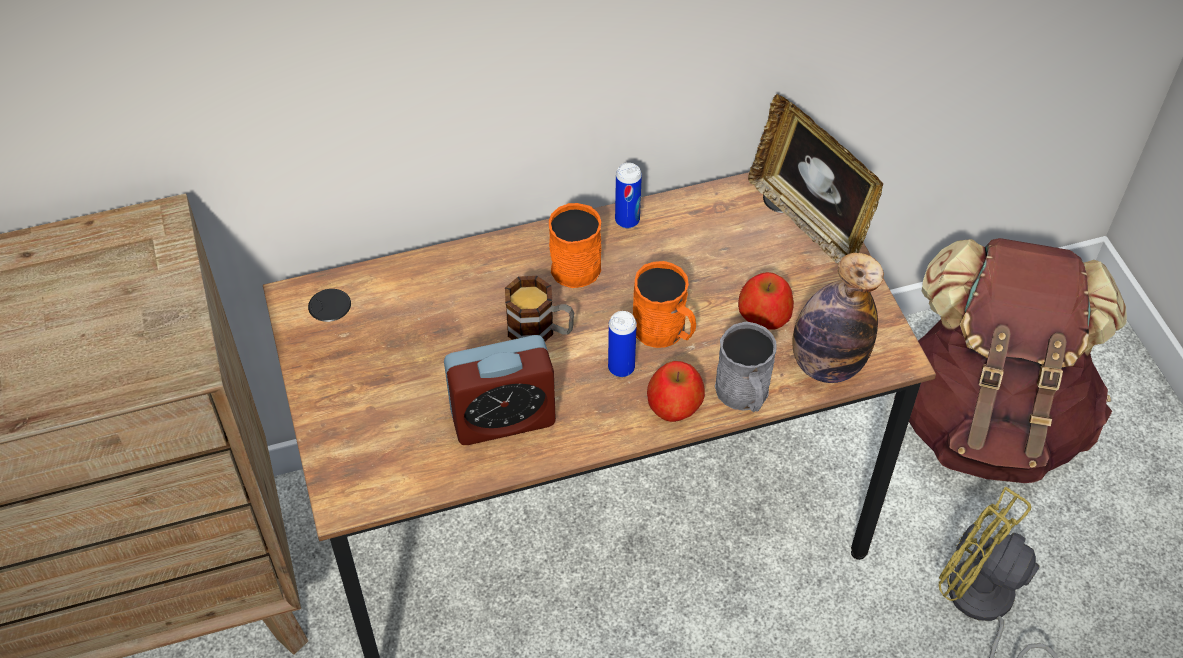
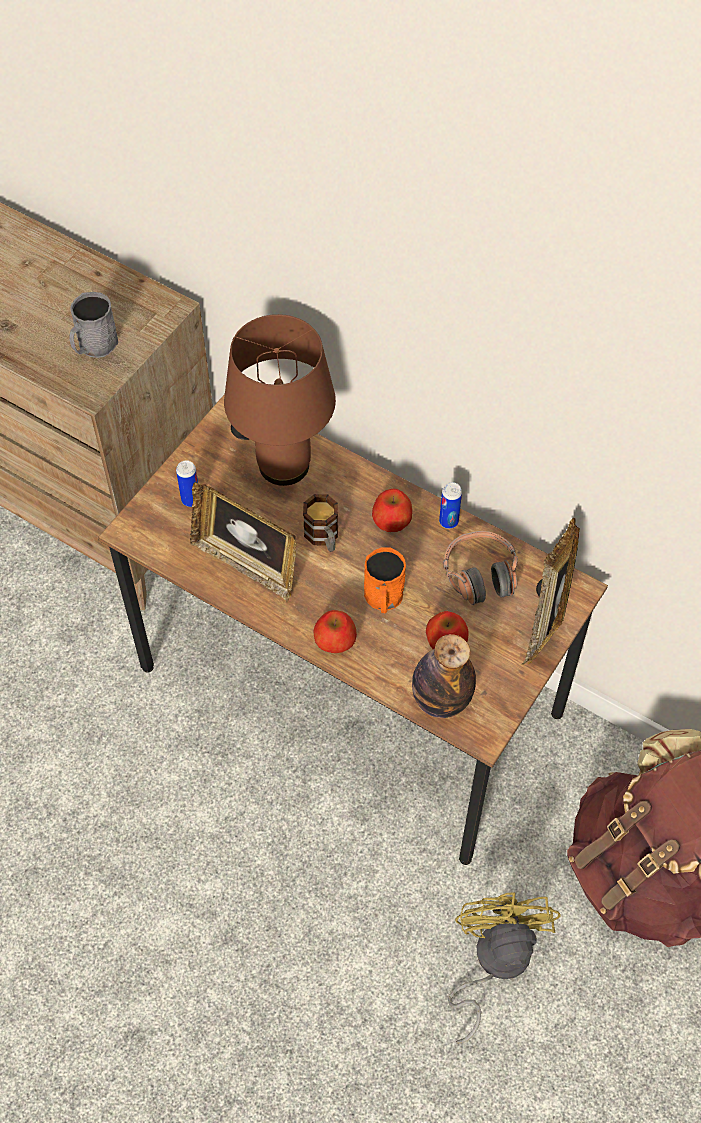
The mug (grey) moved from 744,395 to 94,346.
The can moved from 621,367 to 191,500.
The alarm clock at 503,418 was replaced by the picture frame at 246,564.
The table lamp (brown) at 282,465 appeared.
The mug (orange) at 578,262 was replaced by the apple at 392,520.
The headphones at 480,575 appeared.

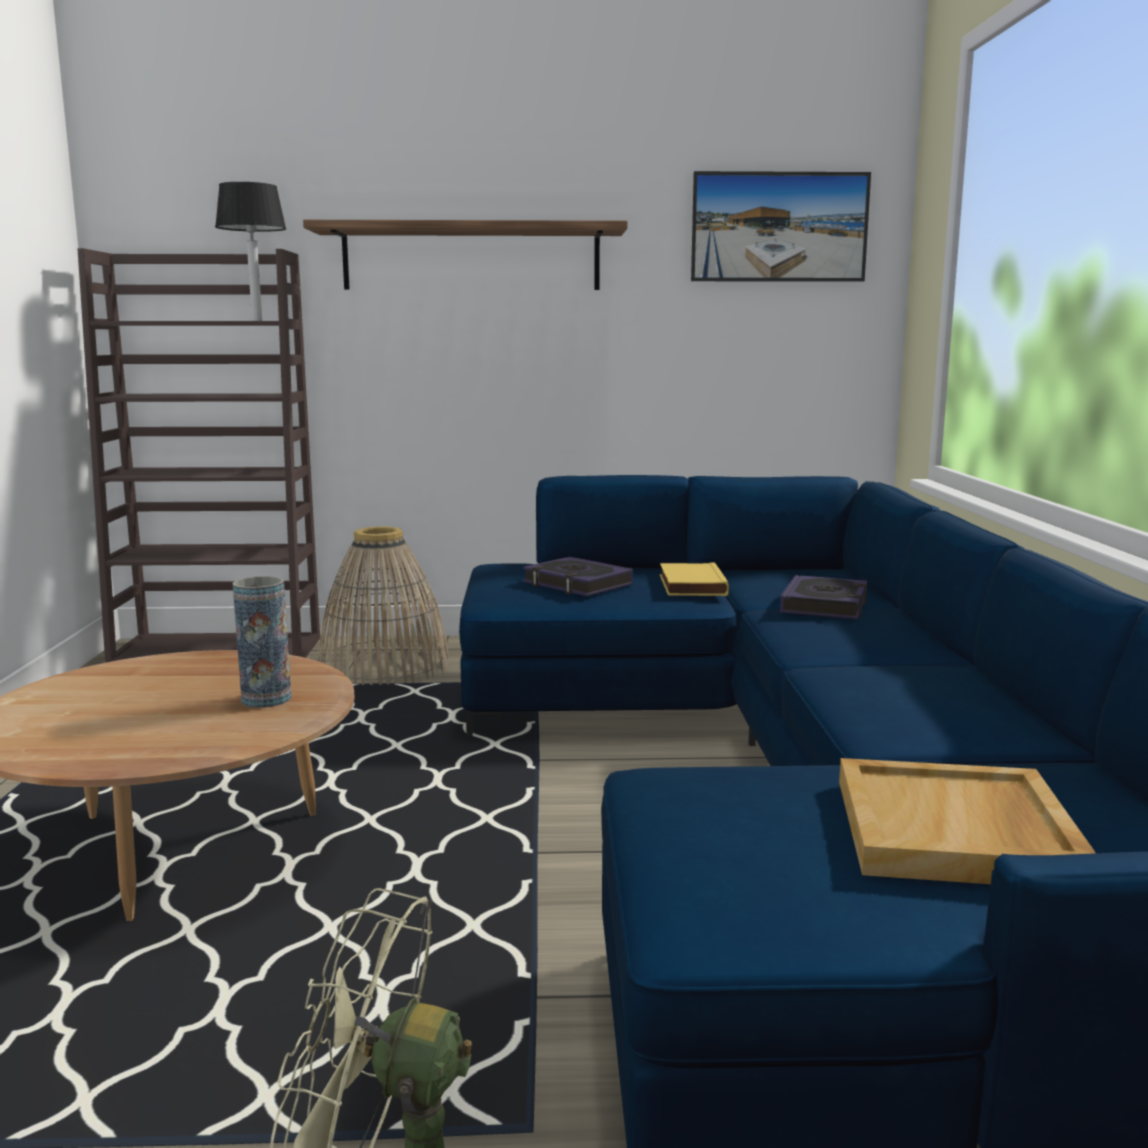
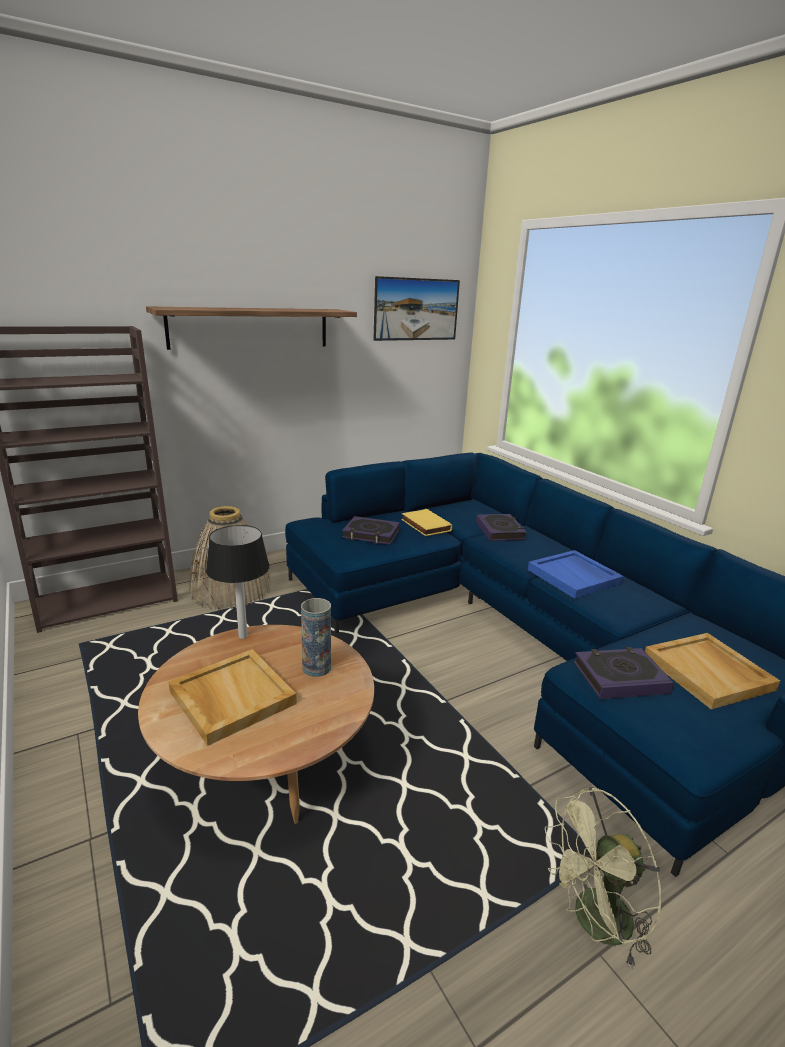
The tray (beige) at 231,697 appeared.
The table lamp moved from 256,321 to 242,636.
The tray (blue) at 574,577 appeared.
The book at 620,678 appeared.

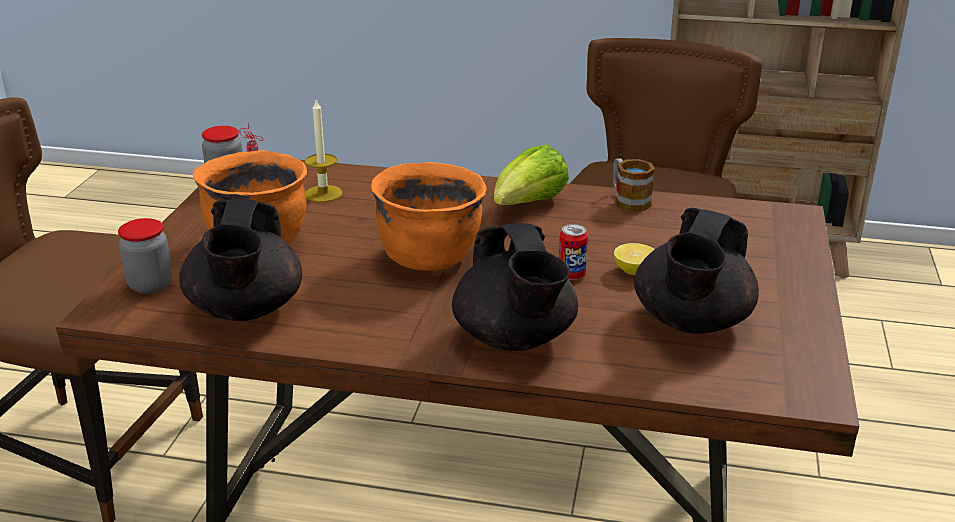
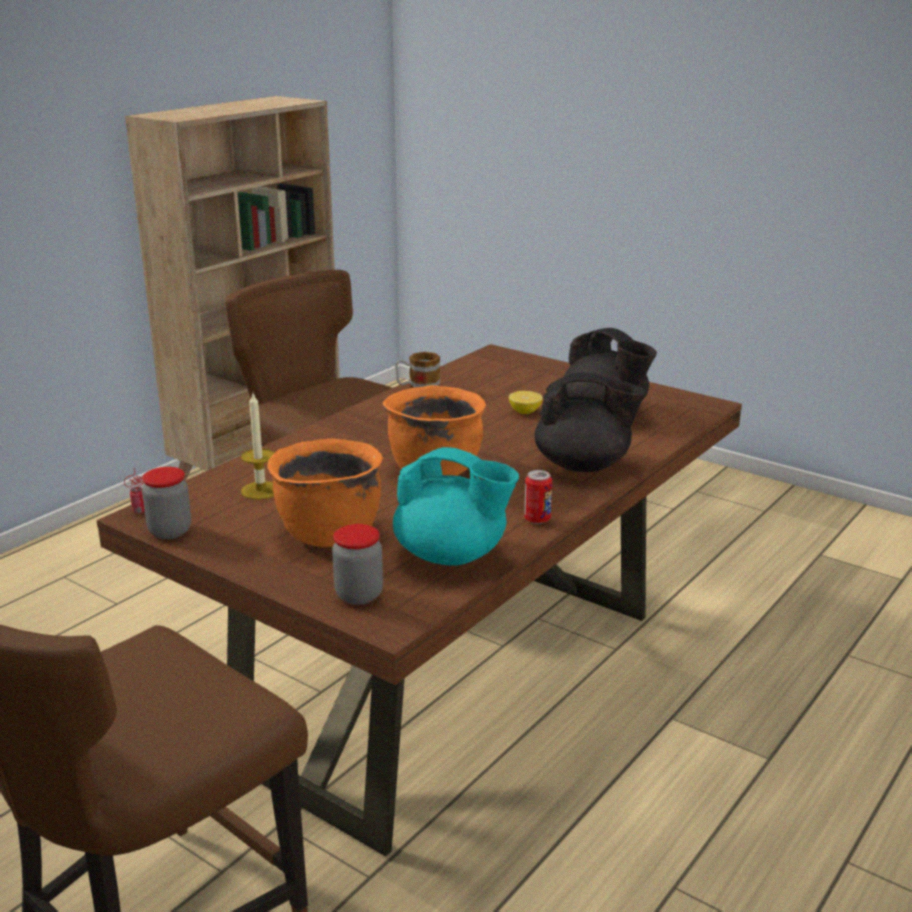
The teapot (black) at 245,310 became the teapot (turquoise) at 452,555.
The can moved from 571,275 to 537,519.
The lettuce at 528,205 disappeared.

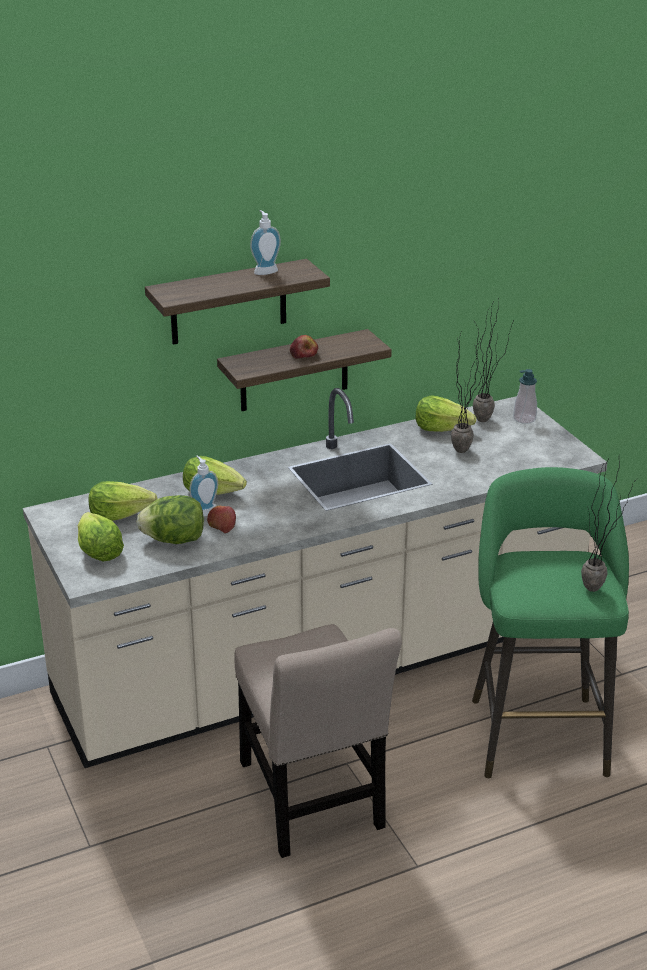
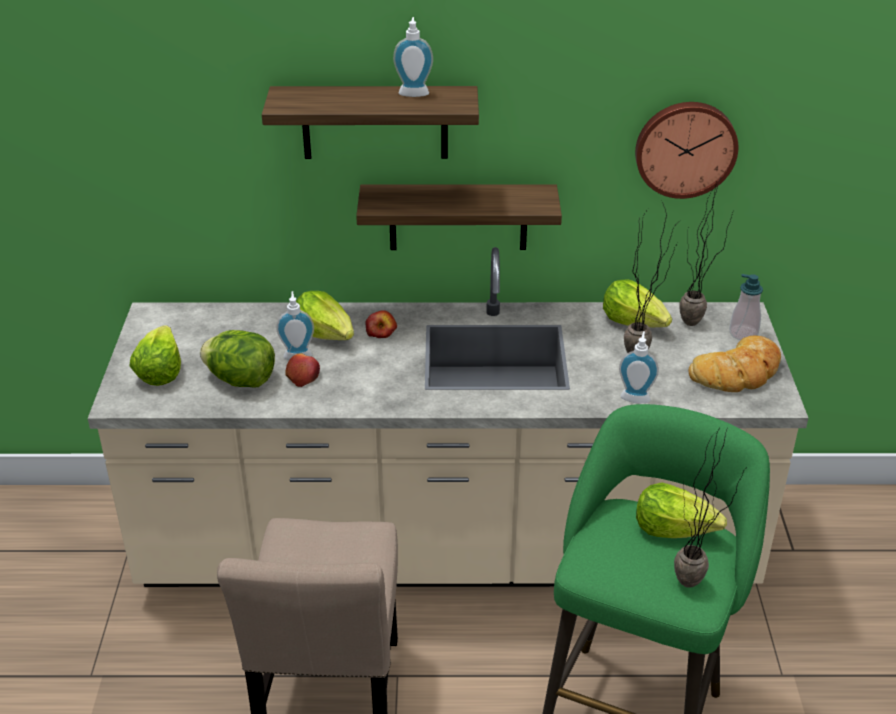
The apple moved from 304,355 to 381,332.
The soap dispenser at 635,396 appeared.
The wall clock at 685,148 appeared.
The lettuce moved from 120,515 to 674,528.
The bread at 738,372 appeared.

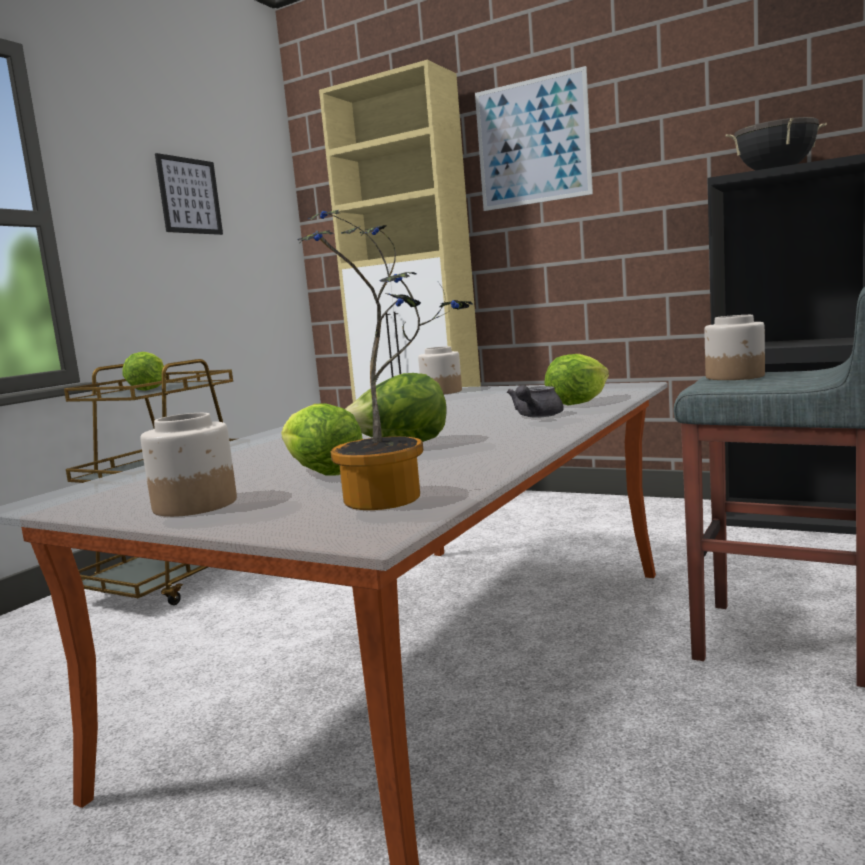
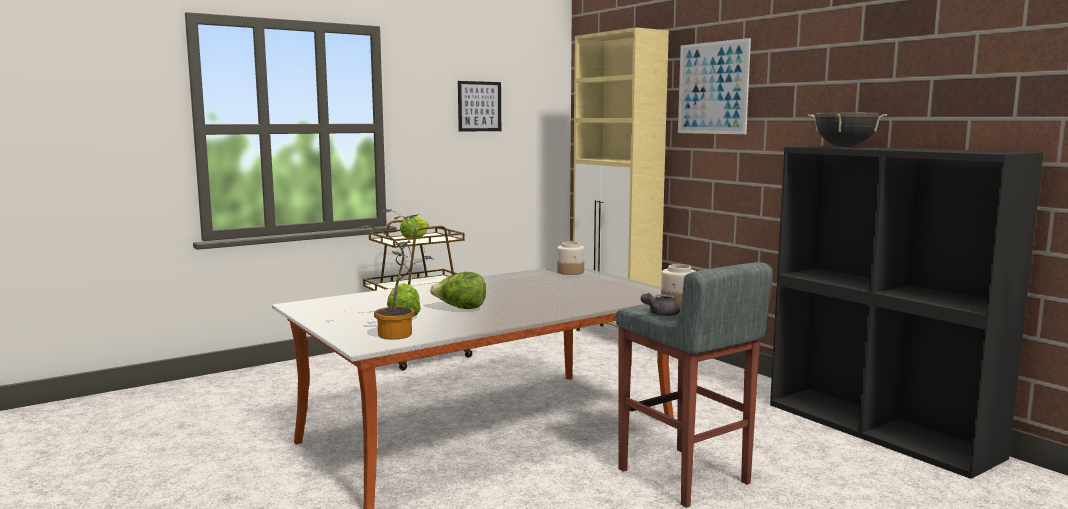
The teapot (grey) moved from 536,416 to 660,314.
The jar at 194,505 disappeared.
The lettuce at 578,403 disappeared.

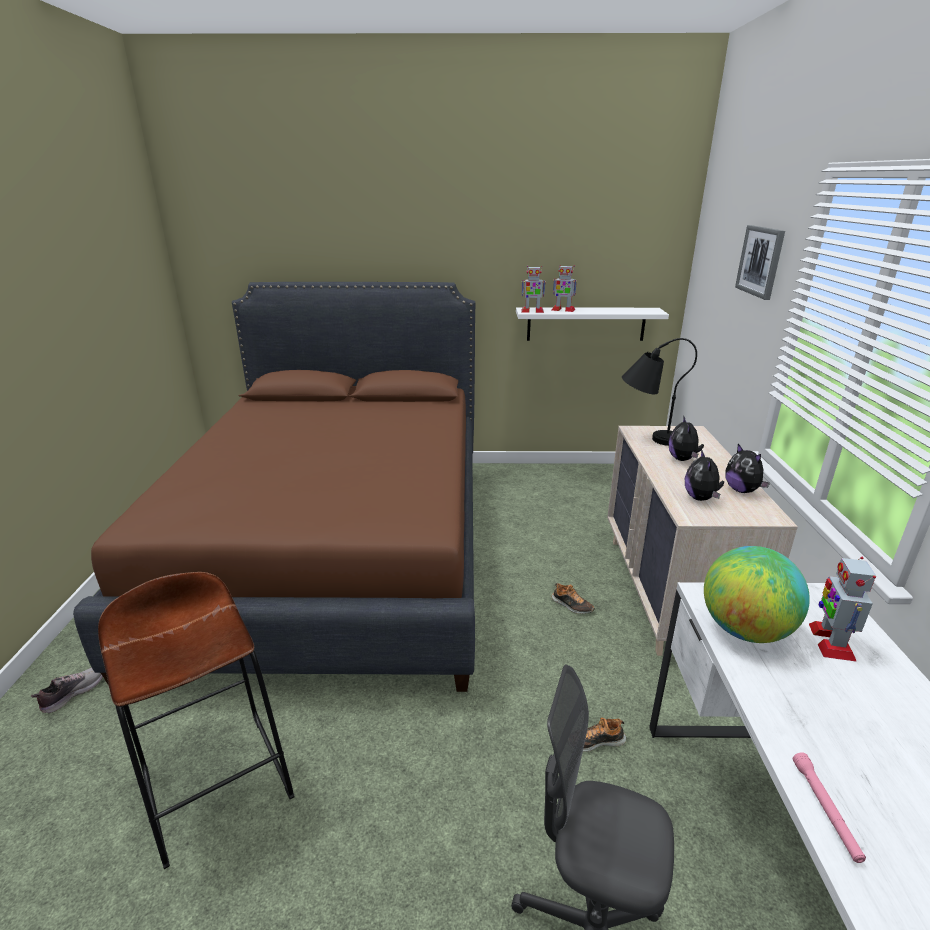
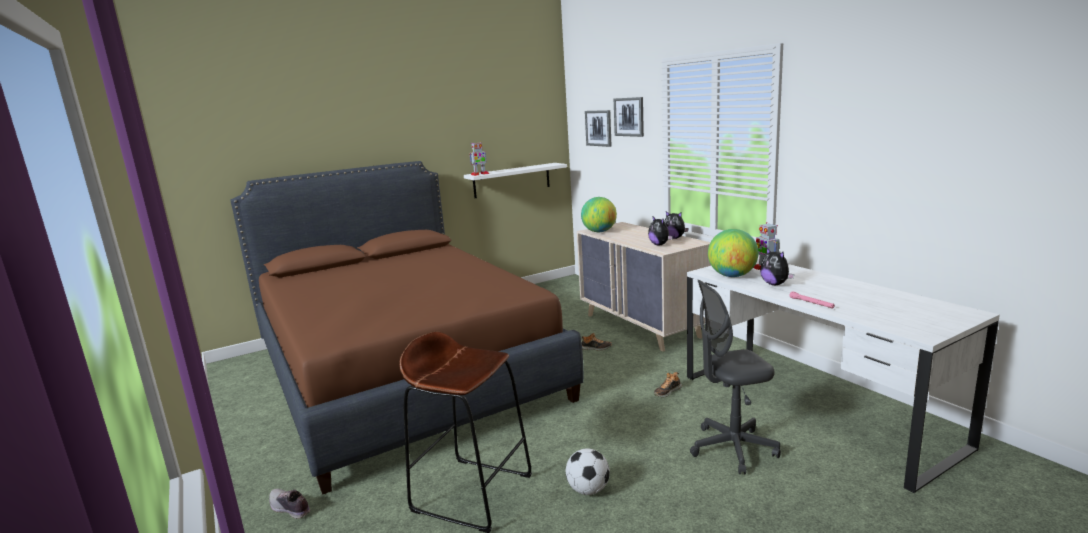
The shoe at 73,692 turned 60 degrees counterclockwise.
The football at 588,490 appeared.
The table lamp (black) at 646,437 was replaced by the globe at 599,231.
The picture at 599,128 appeared.
The plush toy moved from 682,459 to 775,284.
The toy robot at 562,310 disappeared.

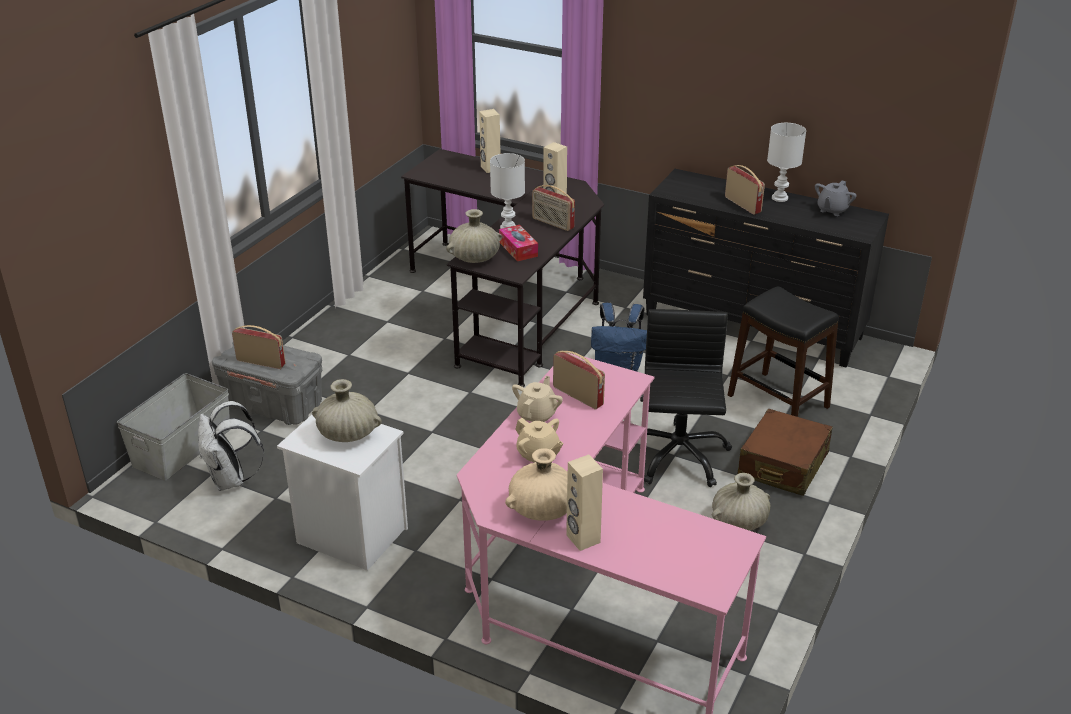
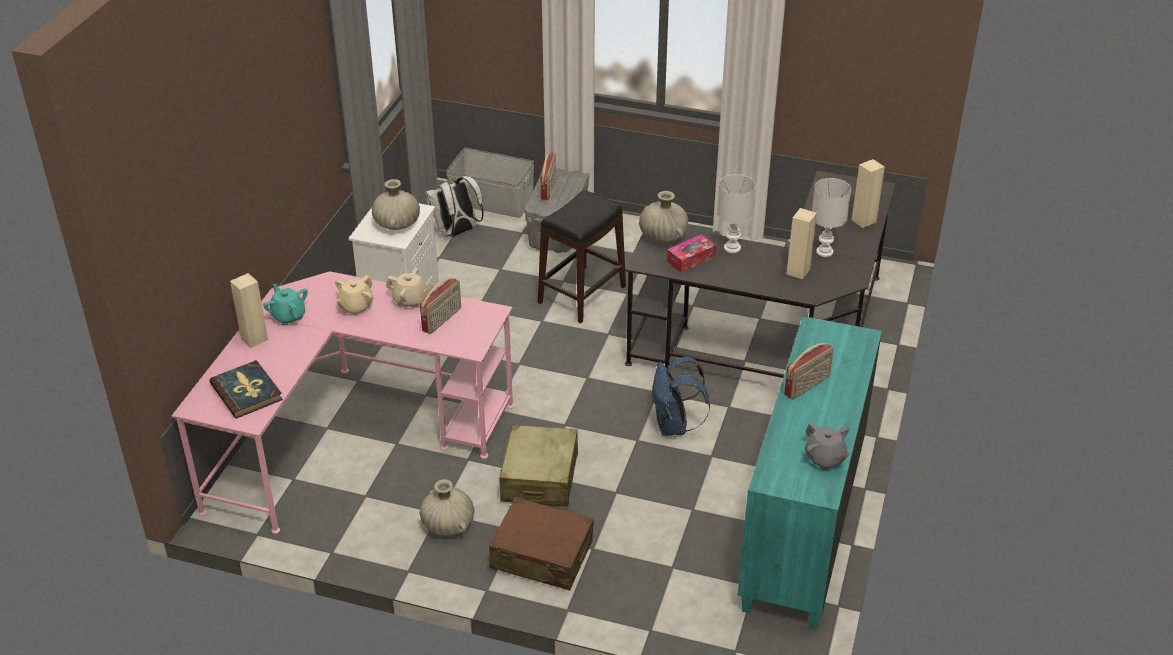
The book at 247,392 appeared.
The vase (beige) at 542,509 was replaced by the teapot (turquoise) at 288,316.
The office chair (black) at 677,456 was replaced by the suitcase (beige) at 539,478.
The stool (black) moved from 778,402 to 581,294.
The dresser (black) at 753,327 became the dresser (turquoise) at 802,528.
The teapot (grey) at 832,210 turned 150 degrees counterclockwise.
The table lamp (white) moved from 779,198 to 824,251.
The radio at 552,223 disappeared.

